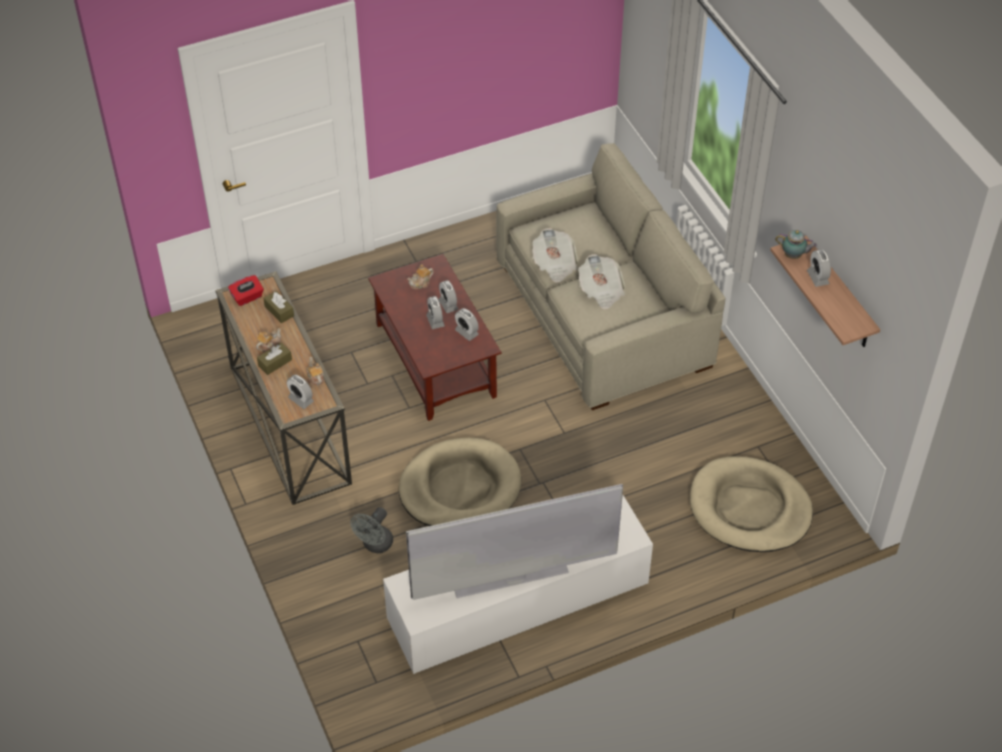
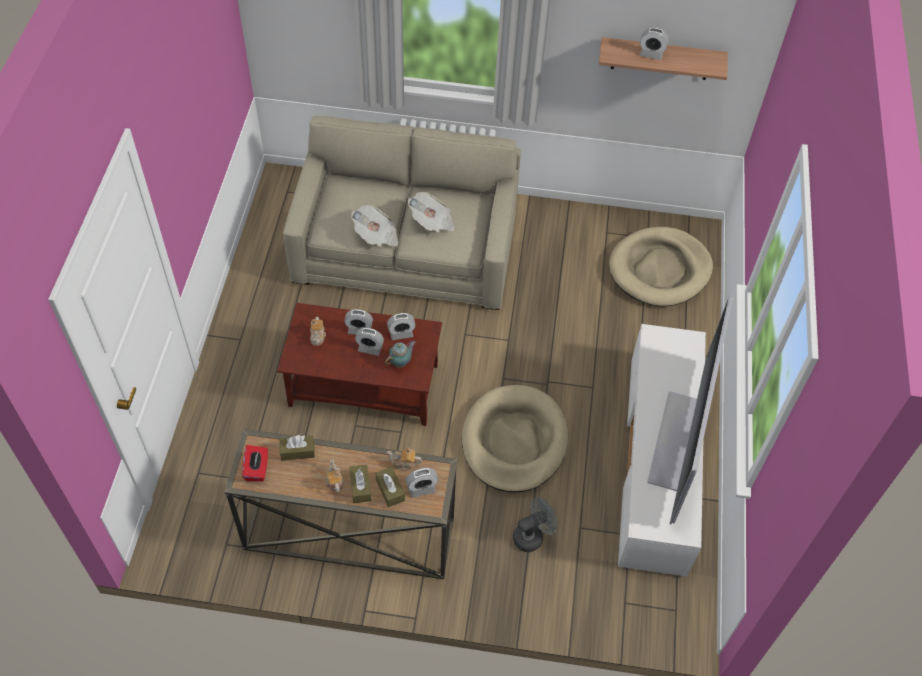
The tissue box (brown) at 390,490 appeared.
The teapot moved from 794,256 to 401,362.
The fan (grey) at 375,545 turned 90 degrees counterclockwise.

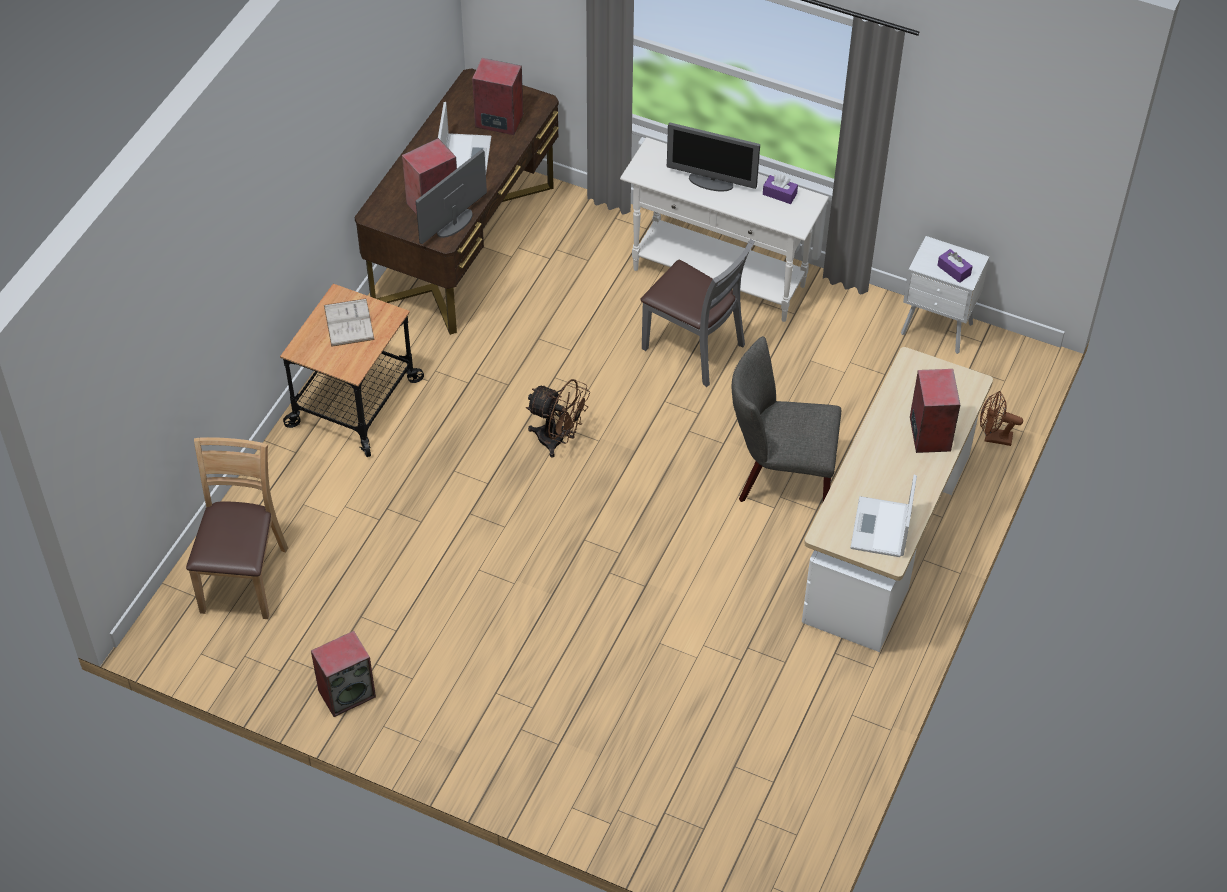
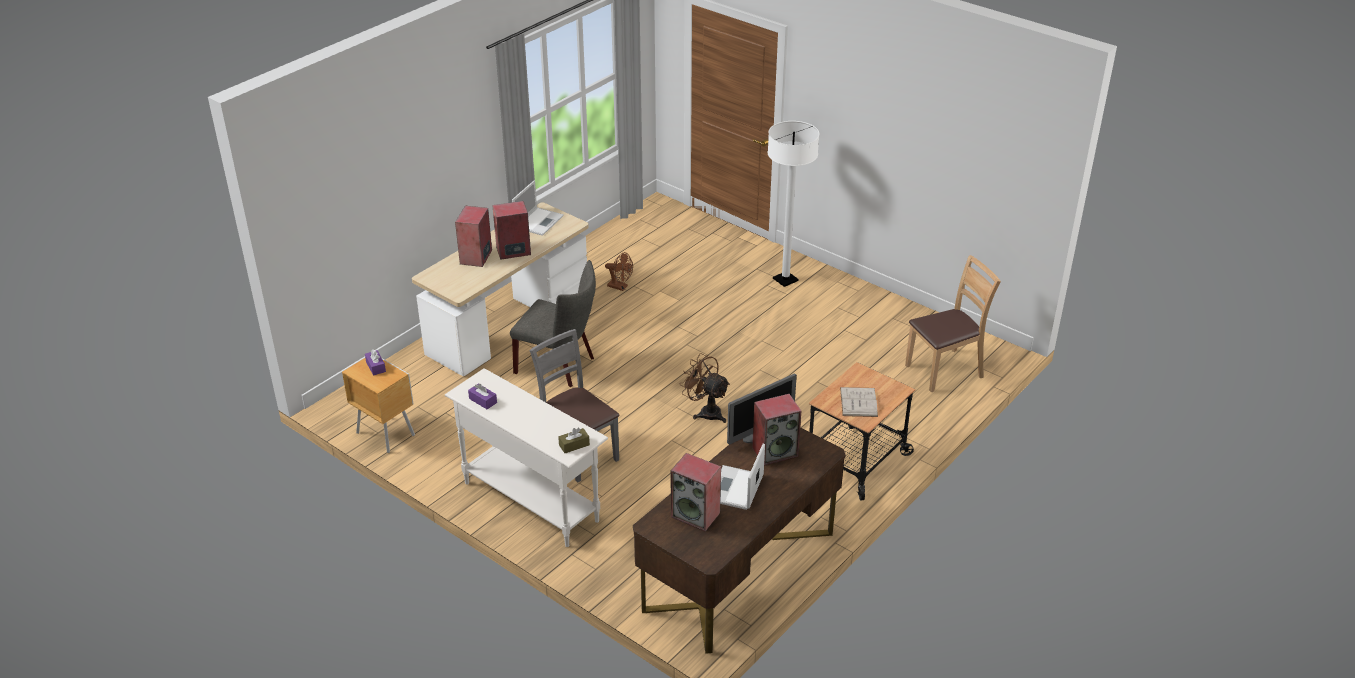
The nightstand (white) at 938,330 became the nightstand (brown) at 385,433.
The speaker moved from 347,693 to 513,251.
The tissue box (brown) at 574,445 appeared.
The fan (brown) moved from 993,437 to 620,287.
The floor lamp (white) at 785,280 appeared.
The chair (brown) at 243,578 turned 135 degrees counterclockwise.
The monitor at 711,182 disappeared.

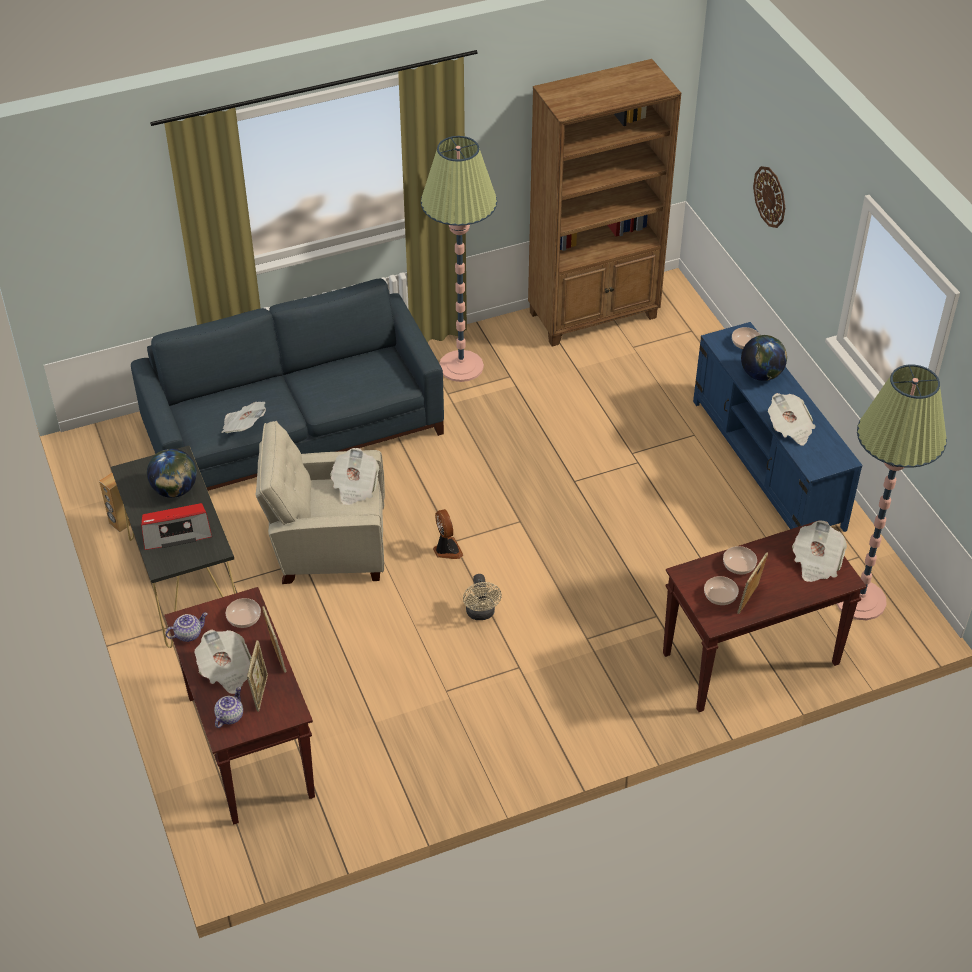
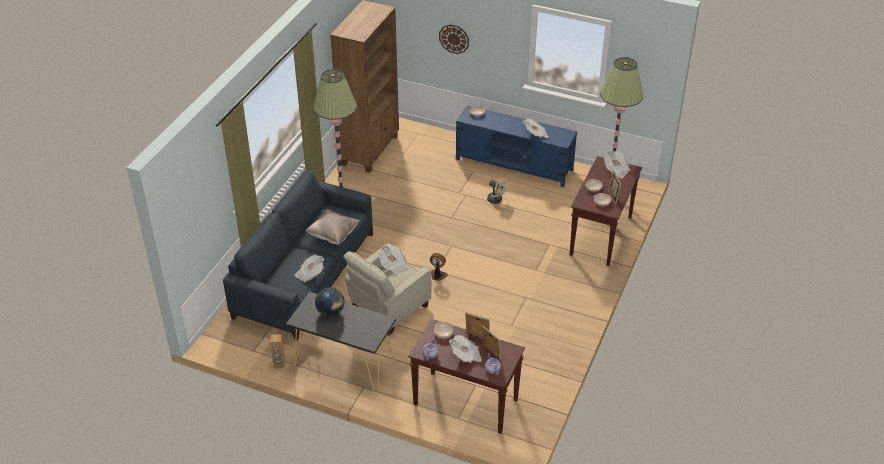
The pillow (beige) at 333,235 appeared.
The fan (beige) moved from 481,614 to 496,200.
The radio at 176,533 disappeared.
The globe at 761,375 disappeared.

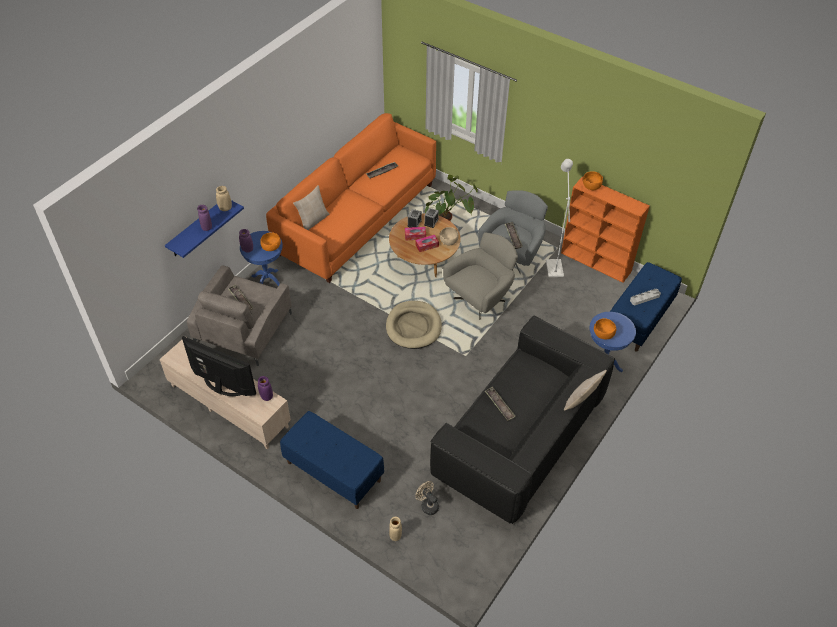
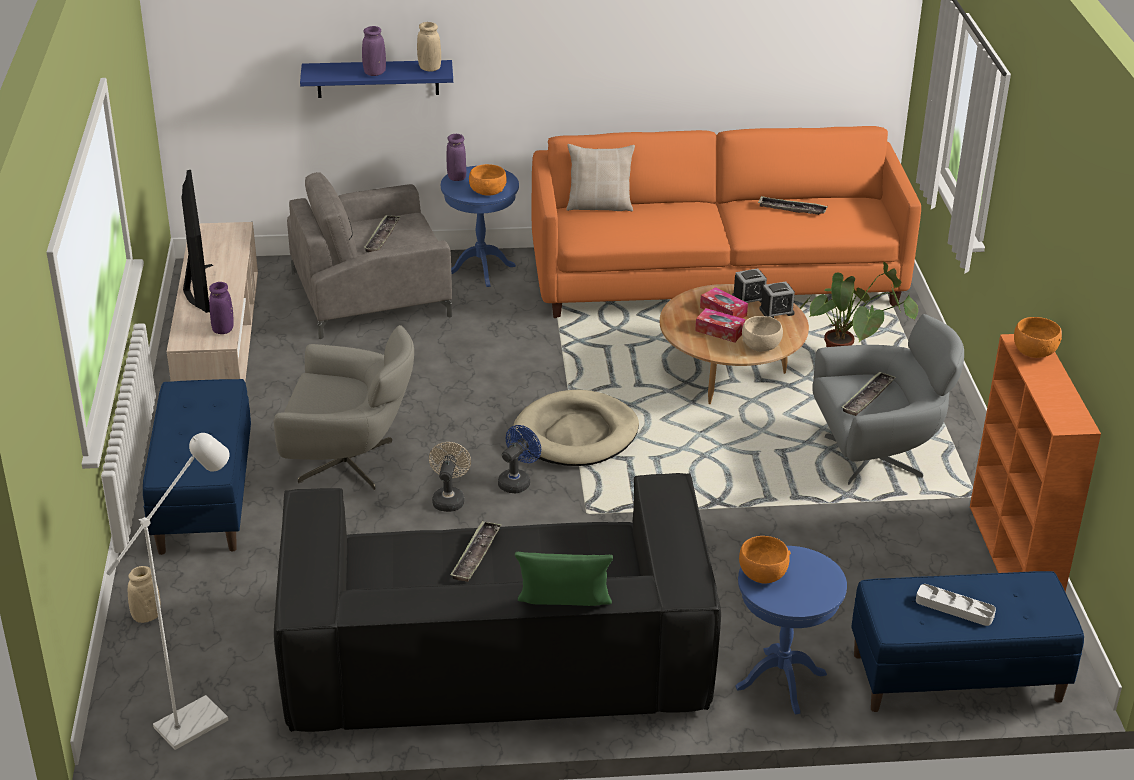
The floor lamp (white) moved from 553,265 to 202,717.
The armchair (grey) moved from 480,299 to 350,462.
The fan (beige) moved from 427,505 to 449,498.
The fan (blue) at 517,481 appeared.
The pillow (beige) at 581,401 became the pillow (green) at 563,611.

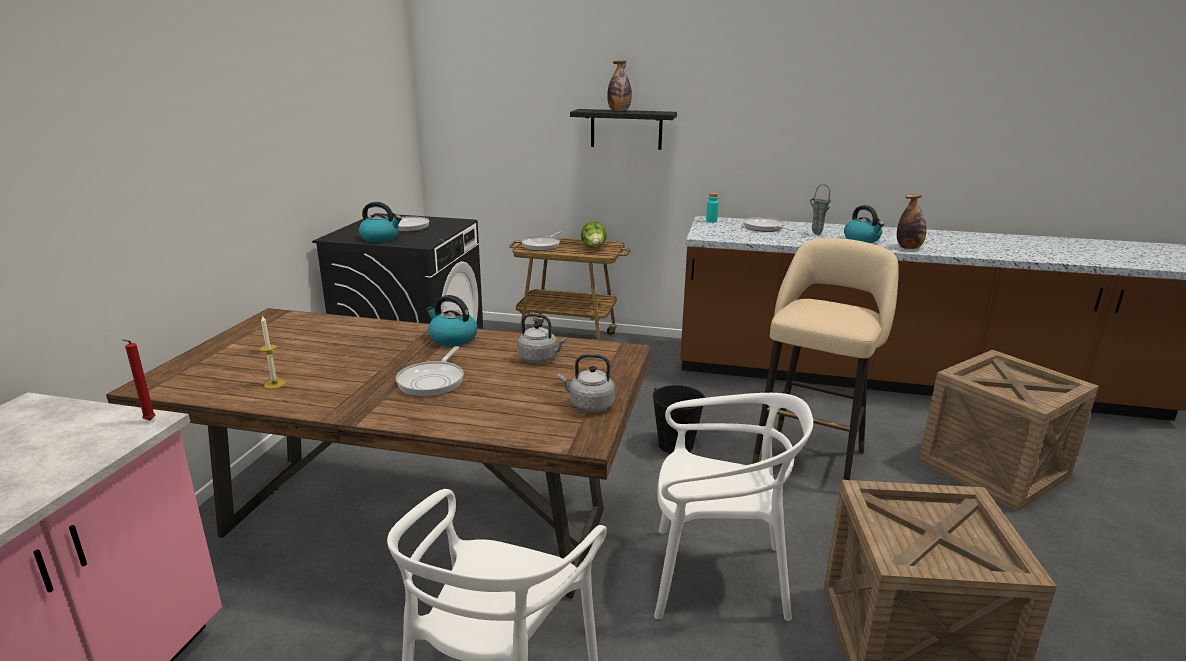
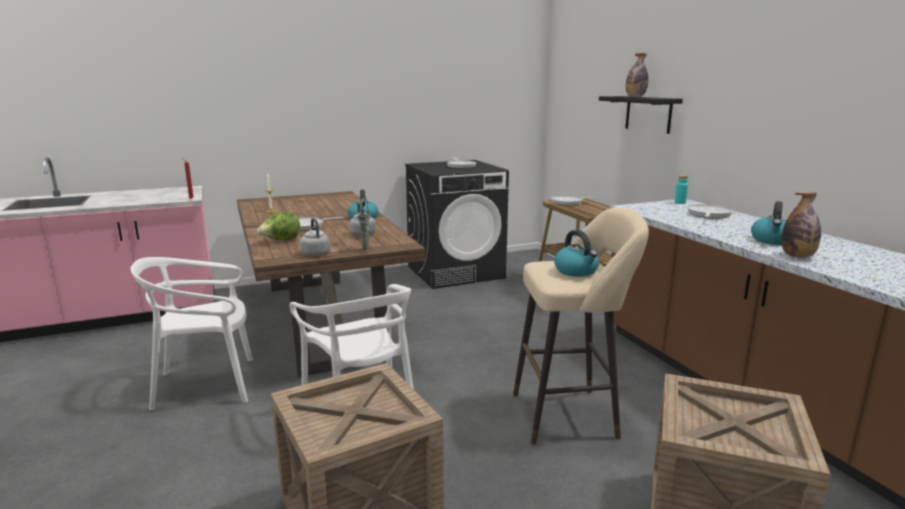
The lettuce moved from 594,248 to 281,241.
The vase (green) moved from 815,234 to 366,249.
The kettle moved from 381,238 to 576,271.
The bucket (black) at 675,444 disappeared.

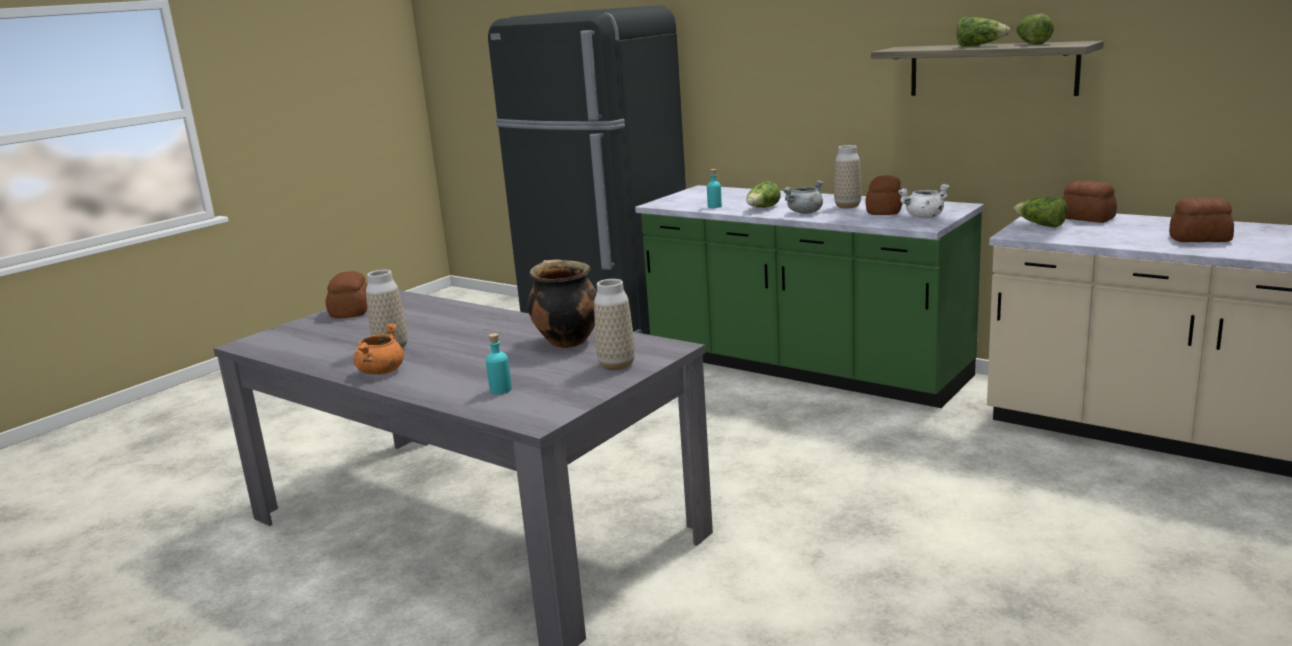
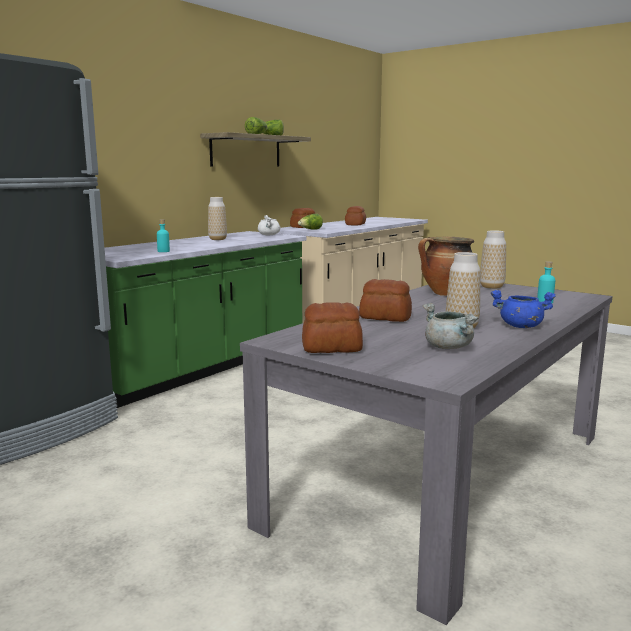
The bread moved from 885,211 to 385,317.
The cooking pot (grey) moved from 805,212 to 449,347.
The cooking pot (orange) at 381,371 became the cooking pot (blue) at 520,326.
The lettuce at 762,208 disappeared.

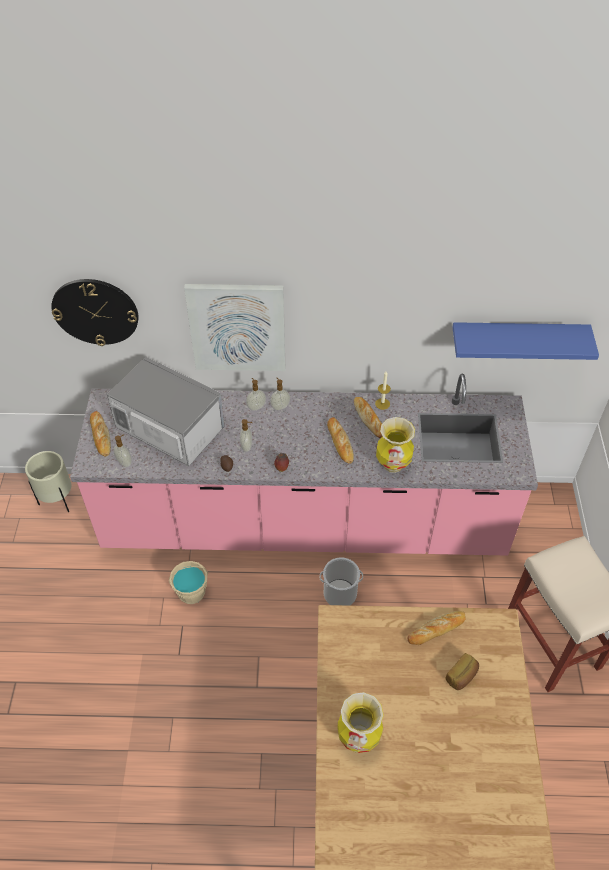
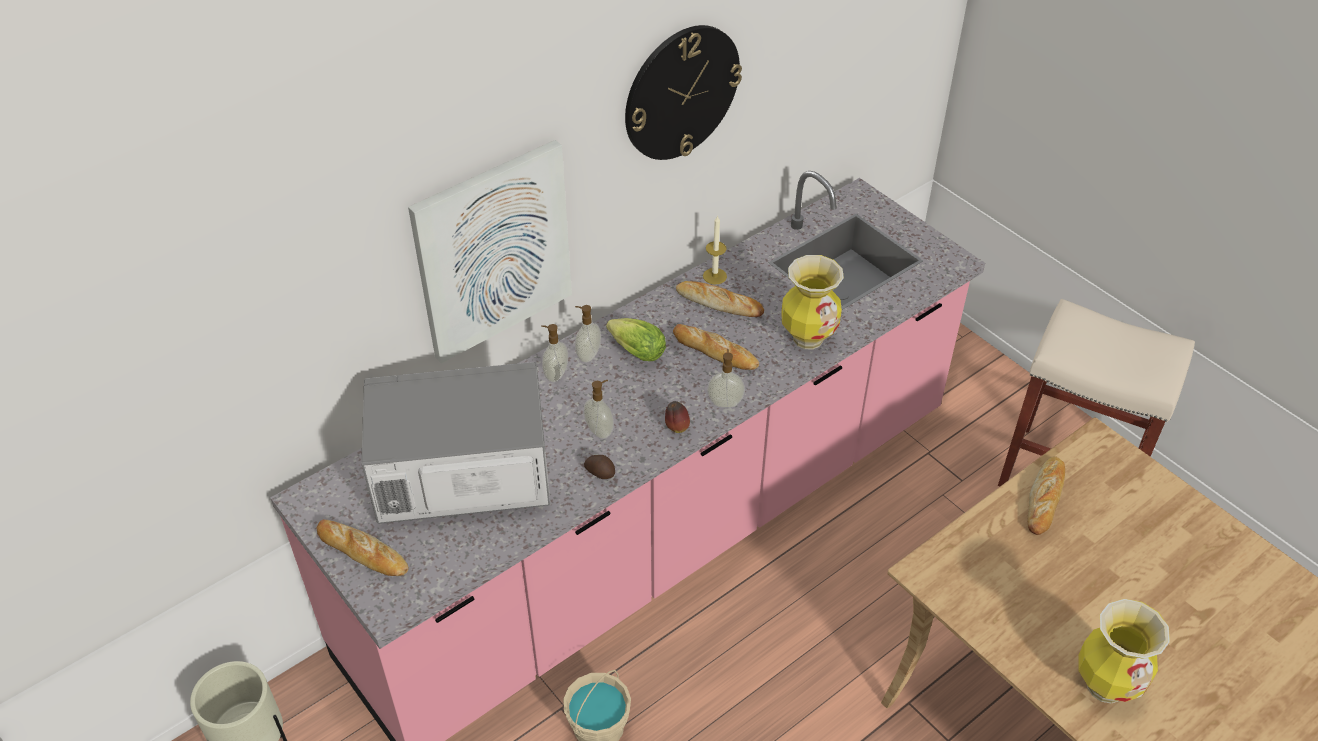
The lettuce at 634,351 appeared.
The wall clock moved from 95,311 to 681,92.
The soap dispenser moved from 125,462 to 725,402.
The bucket at 340,593 disappeared.
The bread at 462,676 disappeared.
The shelf (blue) at 517,339 disappeared.

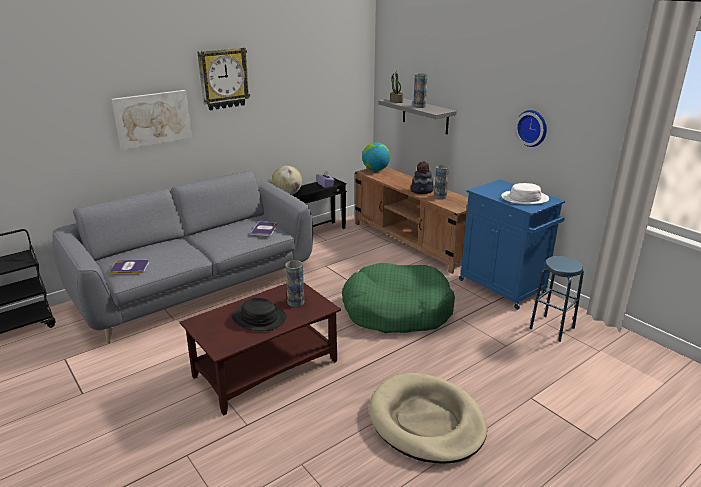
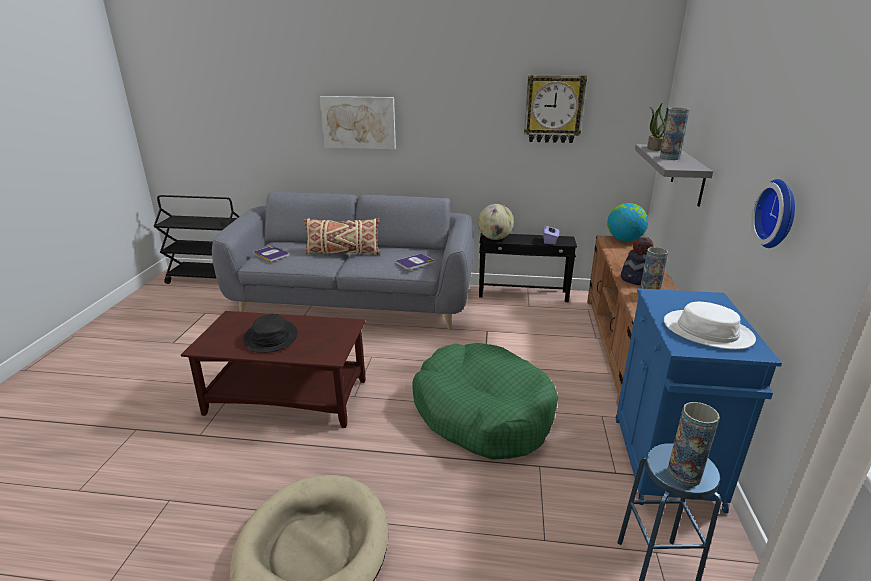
The pillow (beige) at 343,253 appeared.
The wall clock moved from 223,78 to 553,109.
The vase moved from 296,302 to 683,475.

